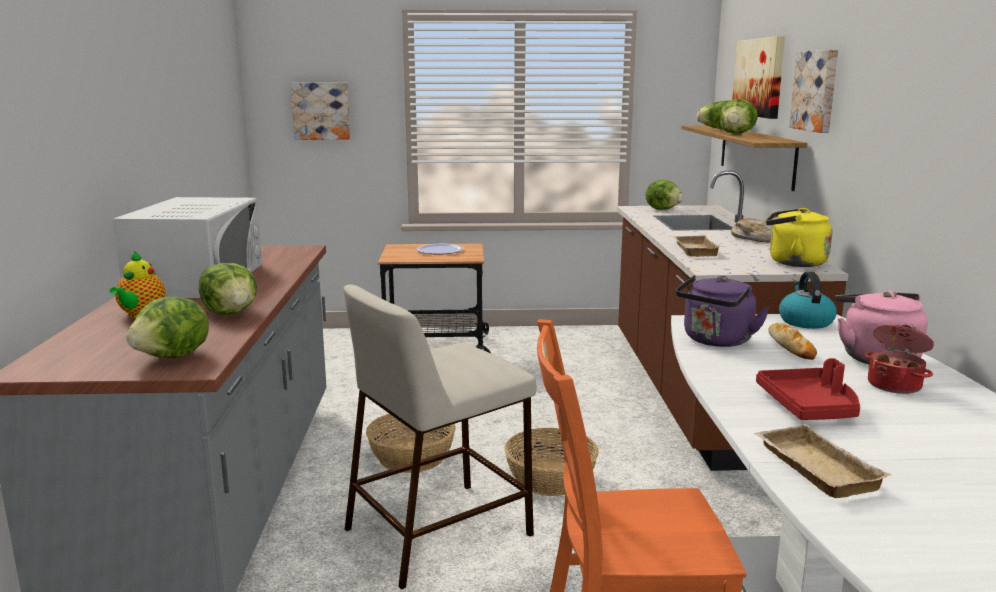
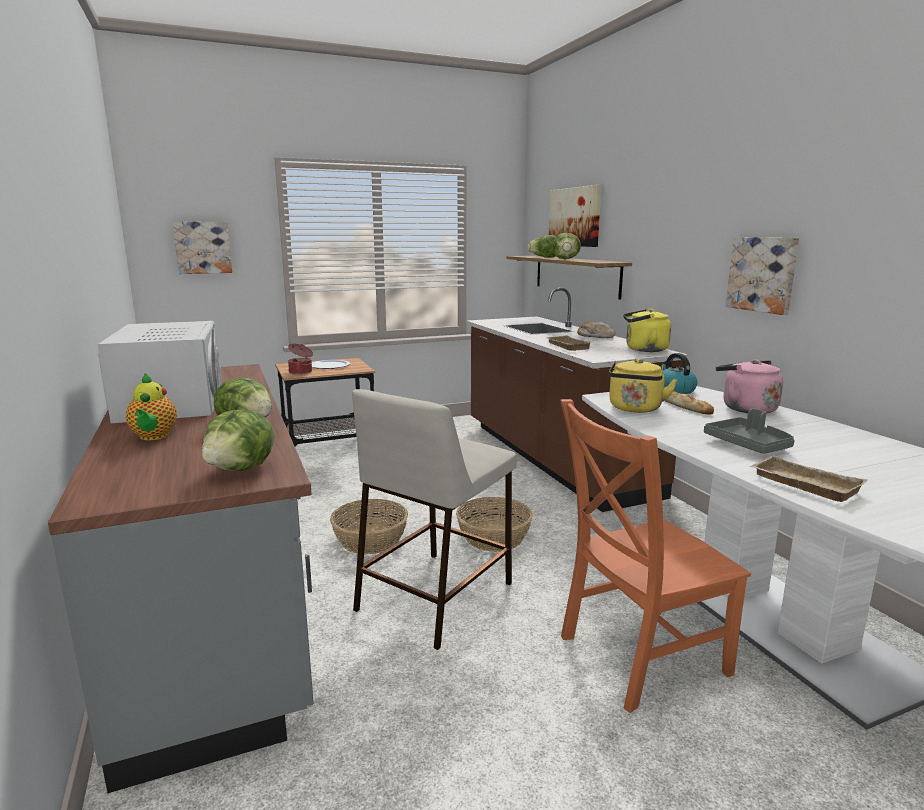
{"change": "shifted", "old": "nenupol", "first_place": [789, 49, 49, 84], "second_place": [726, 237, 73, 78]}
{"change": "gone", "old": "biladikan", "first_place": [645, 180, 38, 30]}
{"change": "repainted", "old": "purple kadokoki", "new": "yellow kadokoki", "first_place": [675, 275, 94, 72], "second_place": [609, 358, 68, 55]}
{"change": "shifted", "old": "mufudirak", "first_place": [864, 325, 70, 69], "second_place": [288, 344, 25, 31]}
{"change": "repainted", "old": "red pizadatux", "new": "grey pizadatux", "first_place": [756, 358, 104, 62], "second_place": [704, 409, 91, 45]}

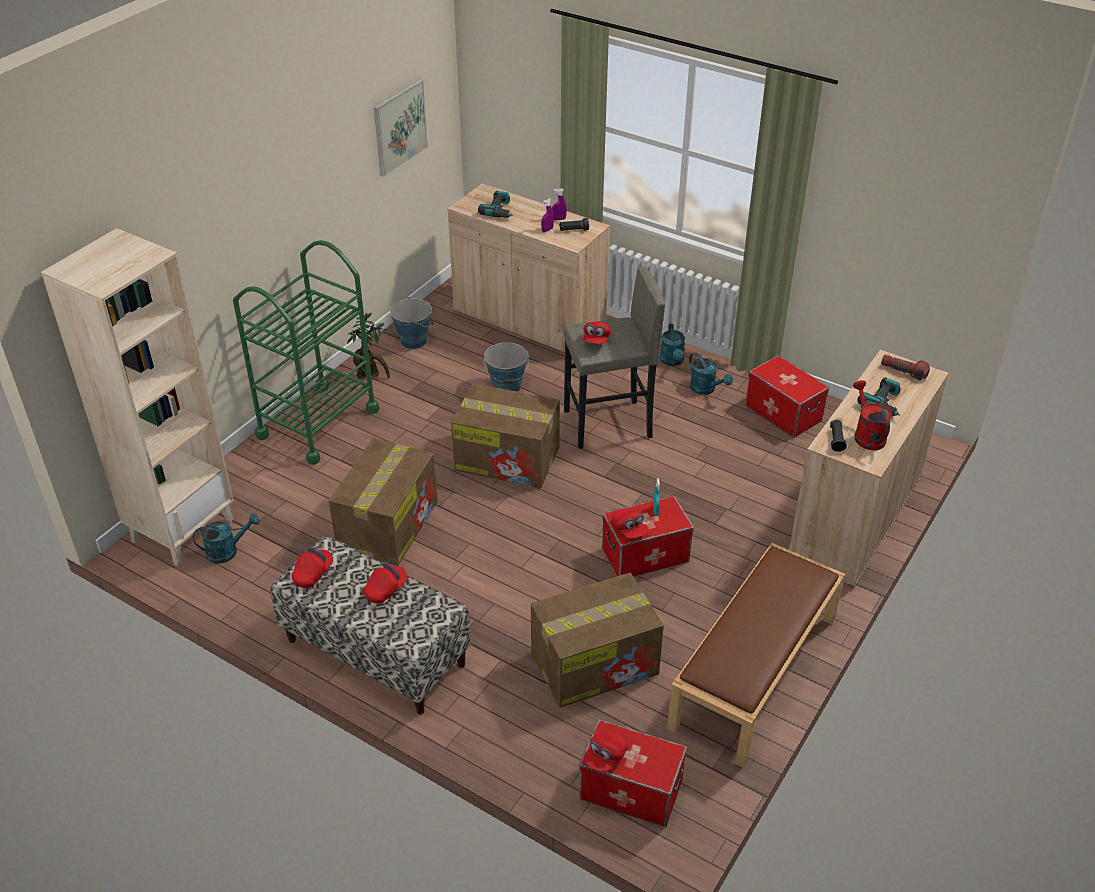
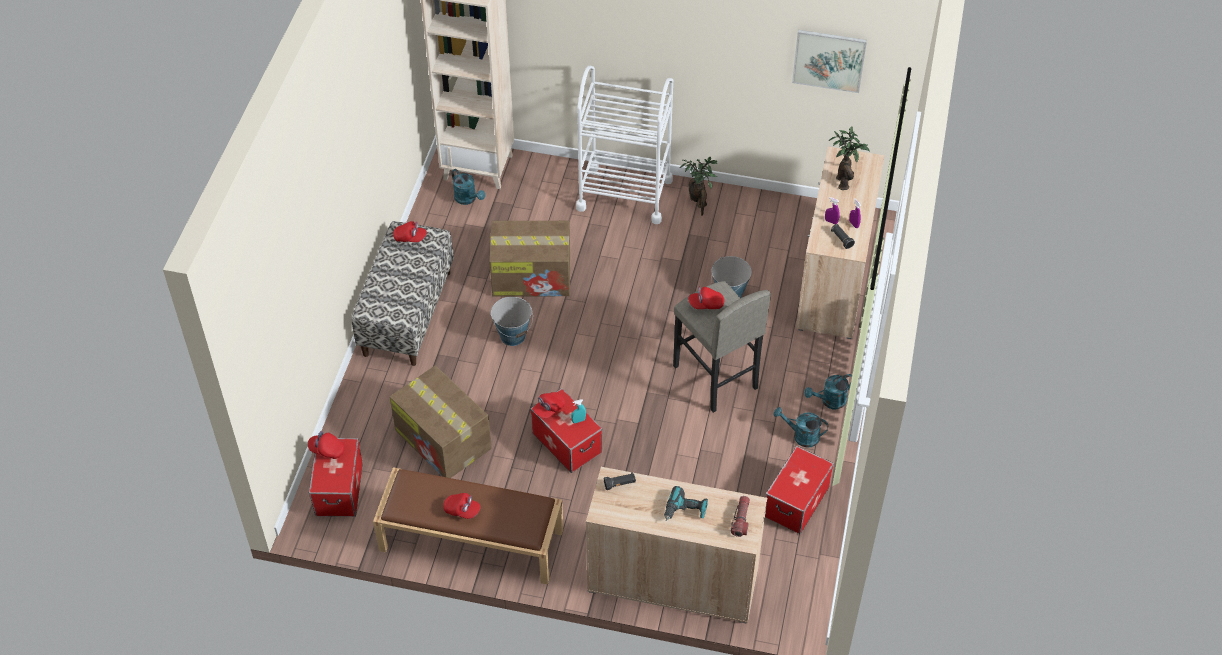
{"change": "swapped", "old": "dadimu", "new": "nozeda", "first_place": [478, 191, 35, 27], "second_place": [829, 126, 41, 64]}
{"change": "repainted", "old": "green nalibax", "new": "white nalibax", "first_place": [233, 240, 146, 225], "second_place": [576, 66, 97, 158]}
{"change": "shifted", "old": "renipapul", "first_place": [390, 297, 43, 52], "second_place": [491, 297, 42, 49]}
{"change": "rotated", "old": "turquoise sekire", "first_place": [689, 353, 44, 42], "second_place": [774, 407, 54, 41], "degrees": 75}
{"change": "gone", "old": "red sekire", "first_place": [853, 380, 39, 70]}
{"change": "gone", "old": "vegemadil", "first_place": [451, 383, 109, 105]}
{"change": "shifted", "old": "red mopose", "first_place": [364, 562, 43, 42], "second_place": [443, 493, 38, 26]}

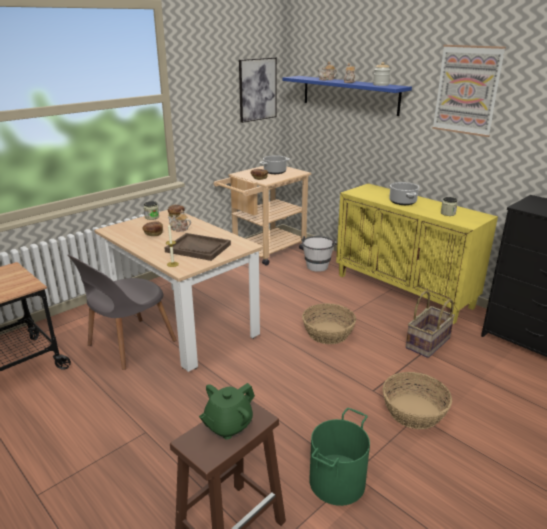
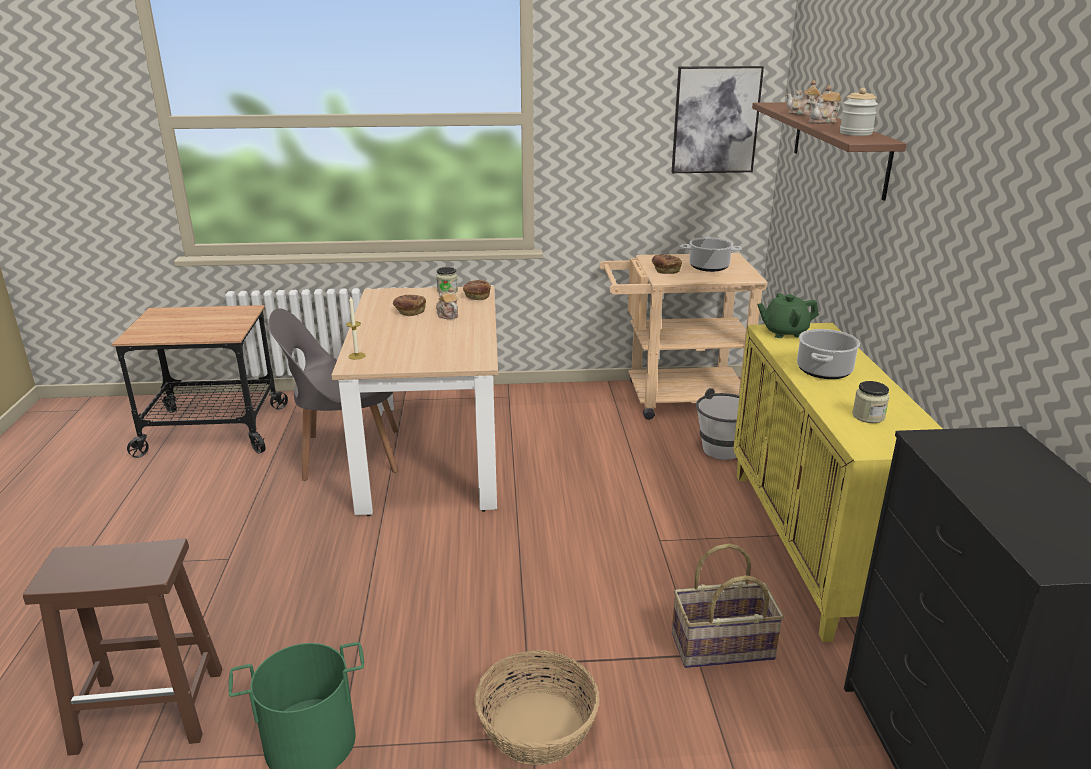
{"change": "gone", "old": "nenupol", "first_place": [432, 45, 74, 92]}
{"change": "repainted", "old": "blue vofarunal", "new": "brown vofarunal", "first_place": [282, 76, 130, 40], "second_place": [752, 102, 154, 99]}
{"change": "gone", "old": "brown pizadatux", "first_place": [164, 233, 67, 28]}
{"change": "gone", "old": "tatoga", "first_place": [302, 303, 54, 41]}
{"change": "shifted", "old": "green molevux", "first_place": [199, 383, 56, 57], "second_place": [757, 293, 62, 45]}

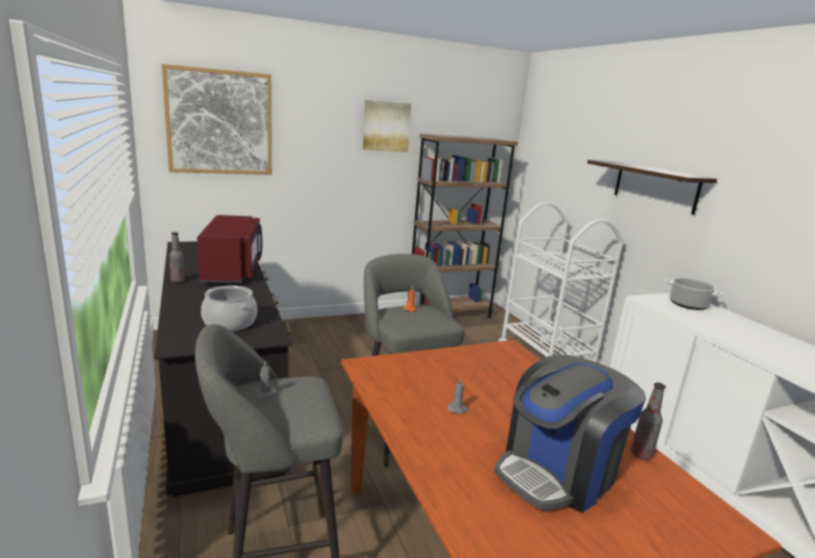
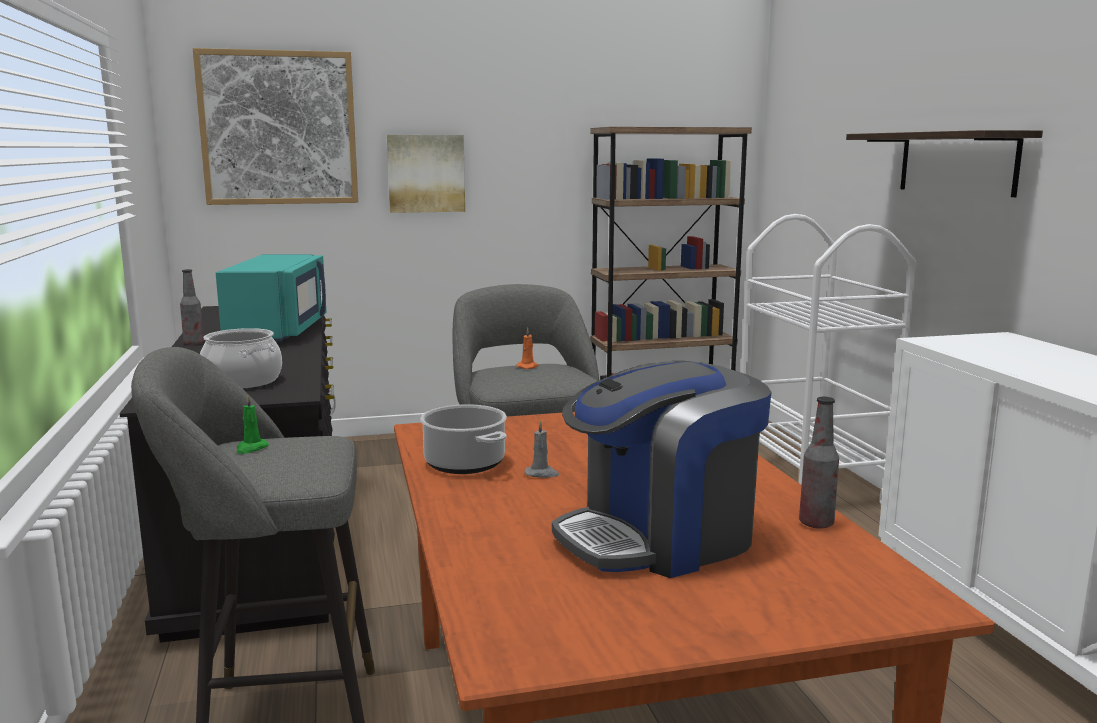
{"change": "shifted", "old": "nenupol", "first_place": [363, 100, 48, 52], "second_place": [387, 135, 78, 78]}
{"change": "repainted", "old": "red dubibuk", "new": "turquoise dubibuk", "first_place": [197, 215, 66, 68], "second_place": [216, 254, 111, 88]}
{"change": "shifted", "old": "mufudirak", "first_place": [664, 278, 60, 32], "second_place": [420, 404, 87, 70]}
{"change": "repainted", "old": "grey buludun", "new": "green buludun", "first_place": [255, 361, 22, 40], "second_place": [236, 395, 33, 59]}

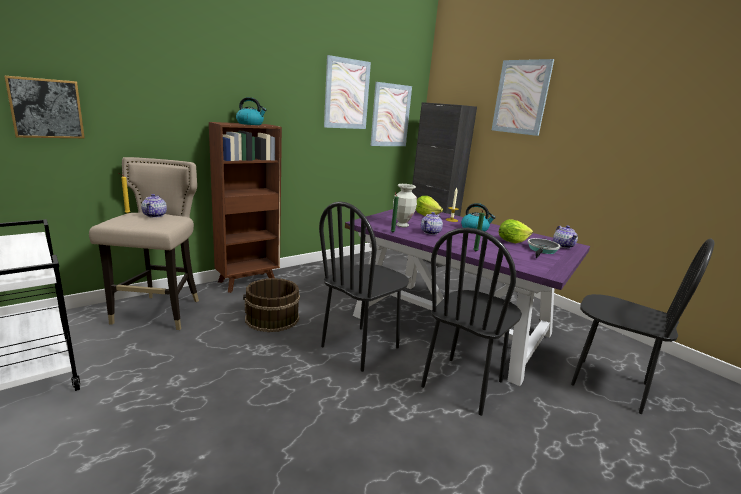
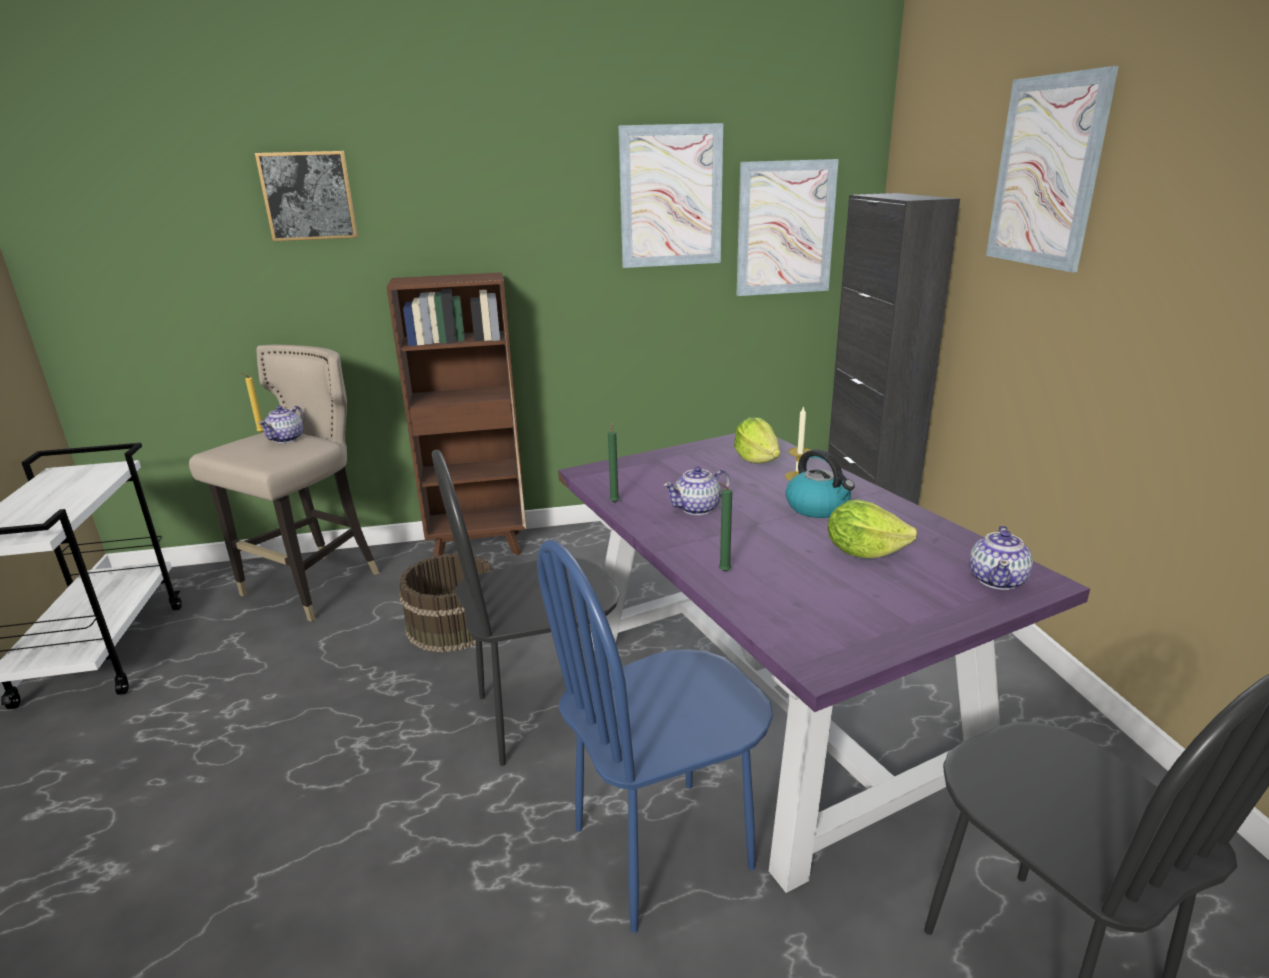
{"change": "shifted", "old": "nenupol", "first_place": [4, 76, 81, 62], "second_place": [255, 151, 103, 90]}
{"change": "gone", "old": "kadokoki", "first_place": [236, 97, 31, 28]}
{"change": "gone", "old": "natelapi", "first_place": [393, 184, 24, 43]}
{"change": "repainted", "old": "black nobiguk", "new": "blue nobiguk", "first_place": [421, 227, 101, 189], "second_place": [537, 540, 236, 393]}
{"change": "gone", "old": "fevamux", "first_place": [528, 238, 32, 20]}

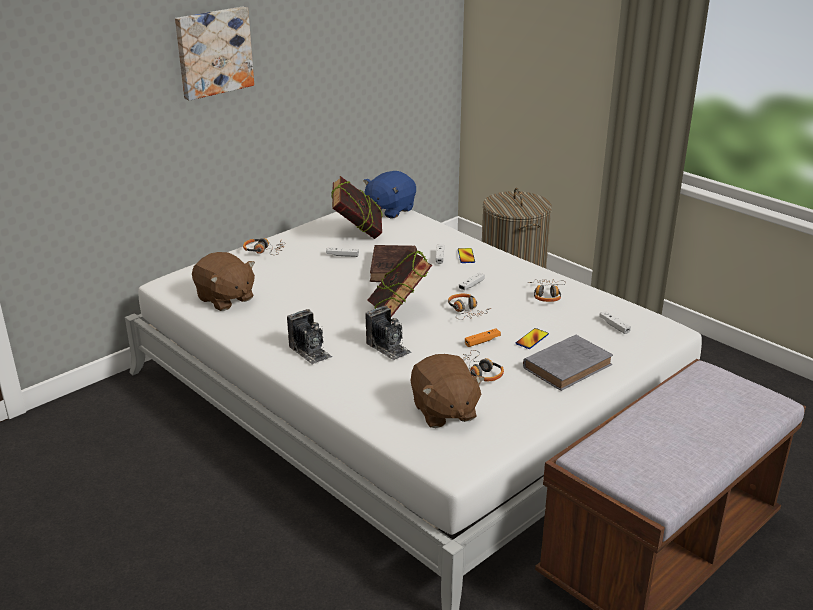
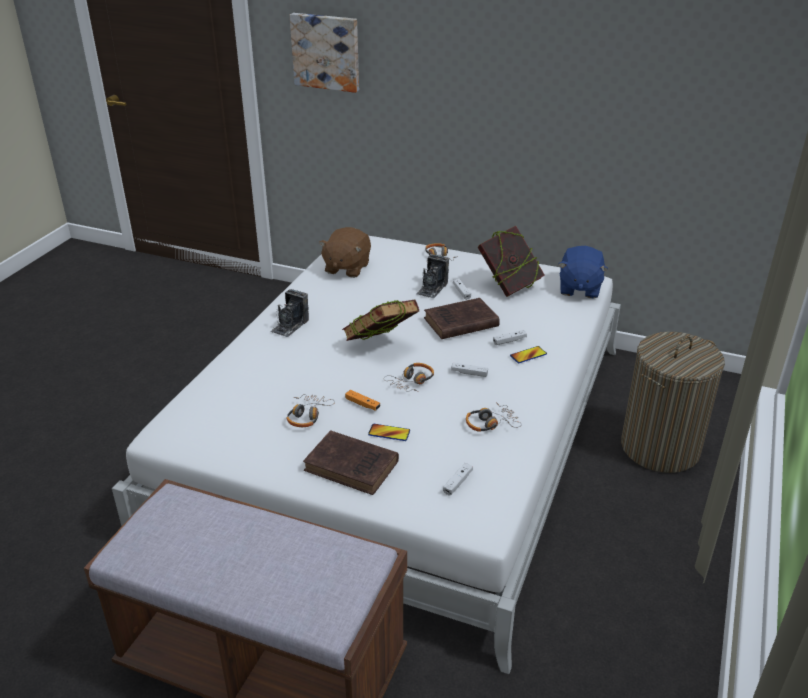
{"change": "shifted", "old": "nenupol", "first_place": [175, 7, 79, 94], "second_place": [290, 13, 69, 80]}
{"change": "rotated", "old": "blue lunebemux", "first_place": [363, 171, 53, 48], "second_place": [559, 246, 49, 53], "degrees": -90}
{"change": "shifted", "old": "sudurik", "first_place": [365, 306, 46, 55], "second_place": [417, 254, 32, 44]}
{"change": "repainted", "old": "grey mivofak", "new": "brown mivofak", "first_place": [523, 335, 90, 56], "second_place": [303, 430, 96, 65]}
{"change": "gone", "old": "brown lunebemux", "first_place": [411, 354, 74, 74]}

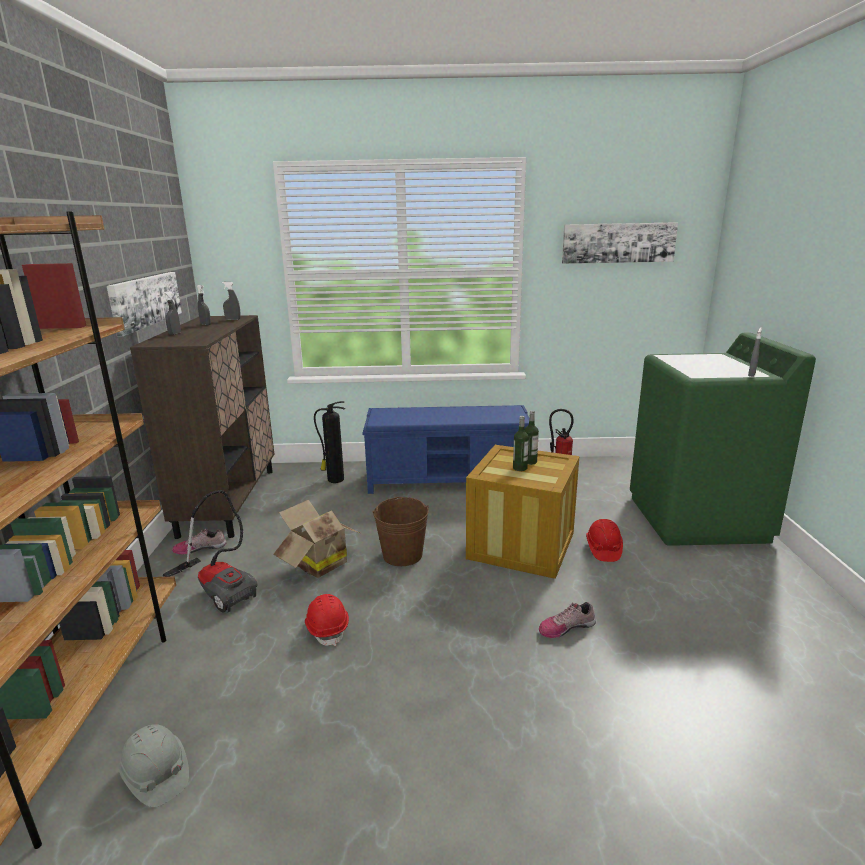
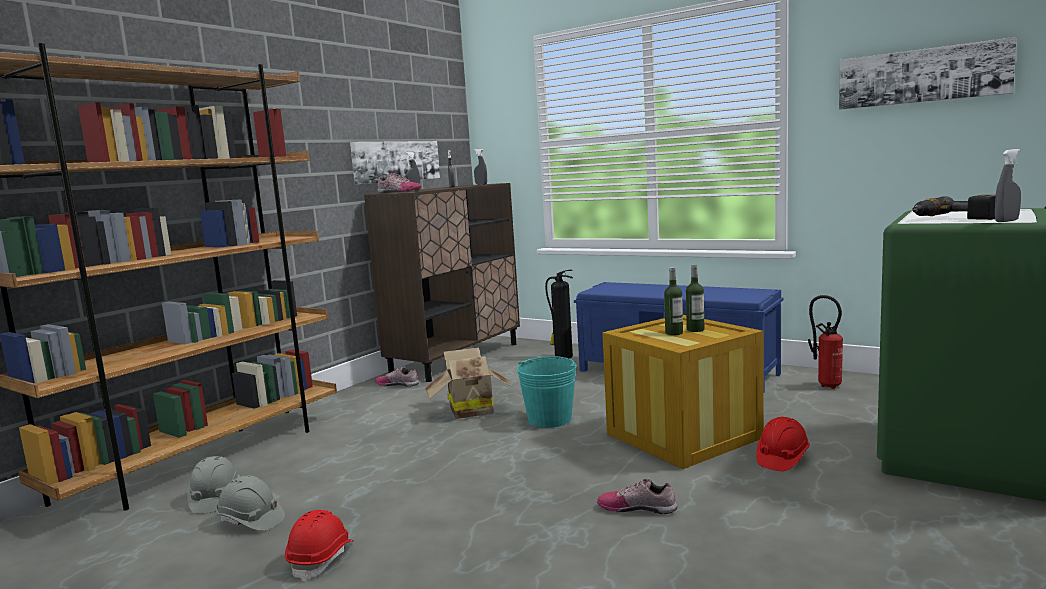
{"change": "gone", "old": "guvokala", "first_place": [163, 490, 95, 123]}
{"change": "repainted", "old": "brown renipapul", "new": "turquoise renipapul", "first_place": [372, 497, 57, 69], "second_place": [517, 356, 60, 72]}
{"change": "shifted", "old": "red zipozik", "first_place": [305, 594, 44, 52], "second_place": [285, 510, 69, 72]}
{"change": "new", "new": "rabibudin", "second_place": [377, 173, 44, 20]}
{"change": "new", "new": "dadimu", "second_place": [912, 195, 83, 25]}
{"change": "new", "new": "grey zipozik", "second_place": [216, 476, 69, 55]}

